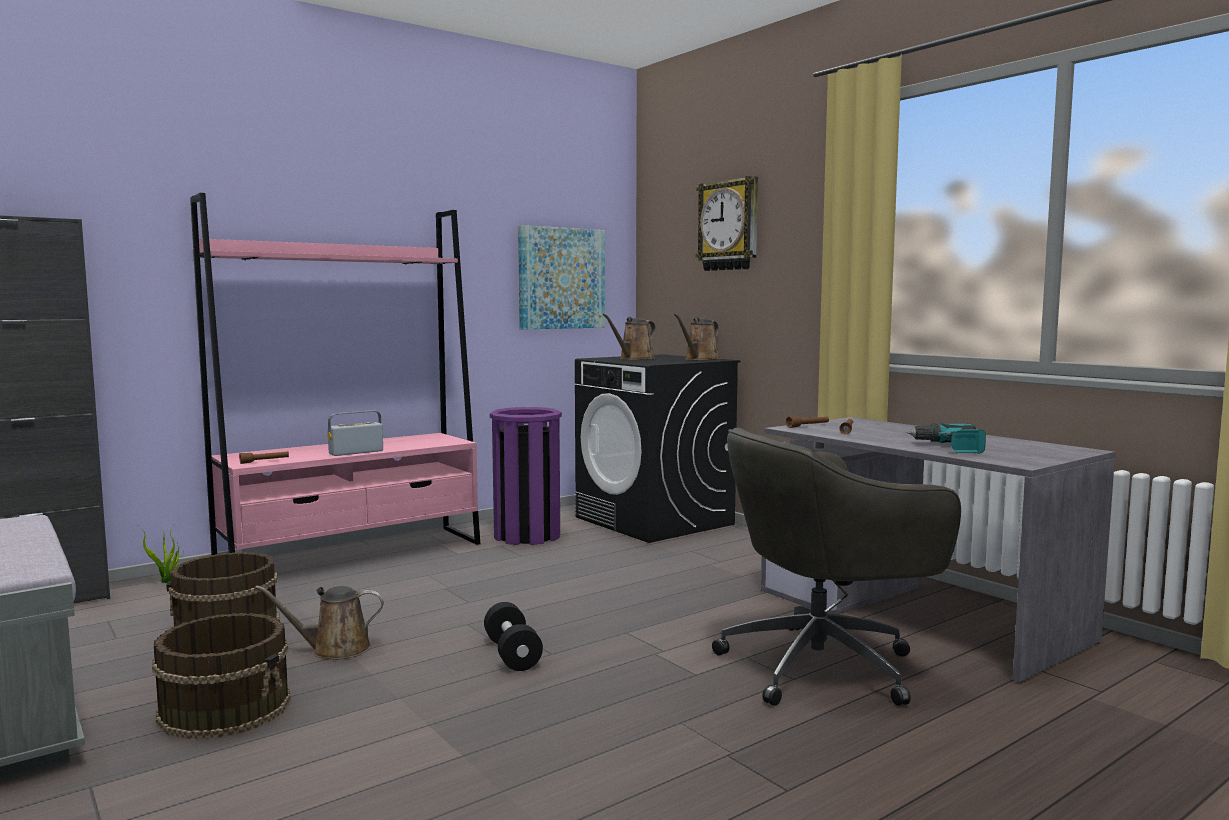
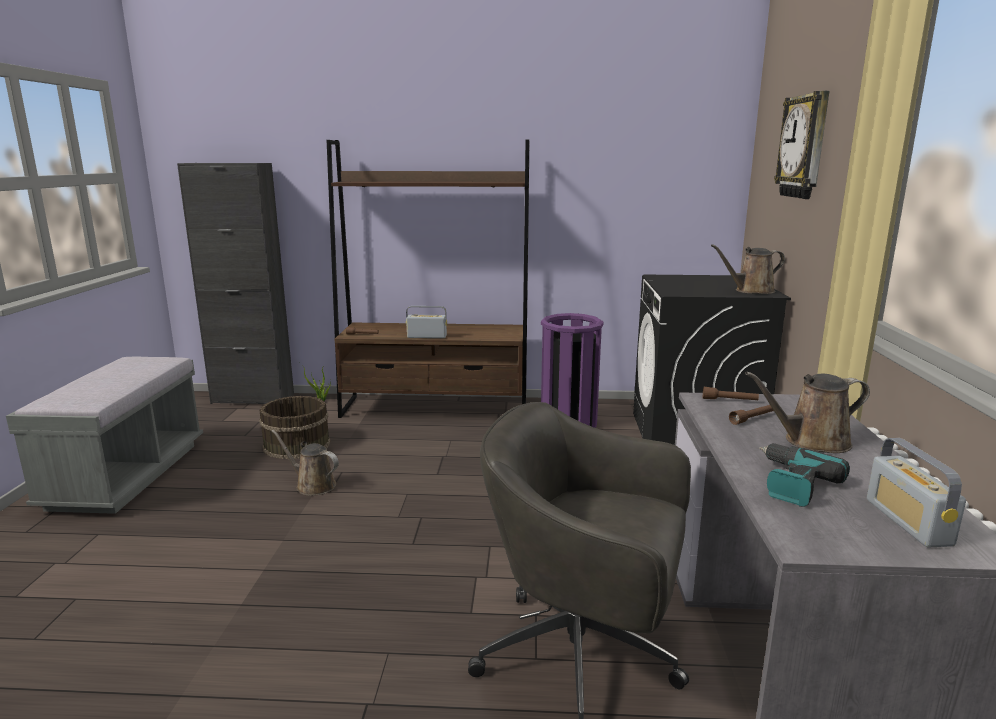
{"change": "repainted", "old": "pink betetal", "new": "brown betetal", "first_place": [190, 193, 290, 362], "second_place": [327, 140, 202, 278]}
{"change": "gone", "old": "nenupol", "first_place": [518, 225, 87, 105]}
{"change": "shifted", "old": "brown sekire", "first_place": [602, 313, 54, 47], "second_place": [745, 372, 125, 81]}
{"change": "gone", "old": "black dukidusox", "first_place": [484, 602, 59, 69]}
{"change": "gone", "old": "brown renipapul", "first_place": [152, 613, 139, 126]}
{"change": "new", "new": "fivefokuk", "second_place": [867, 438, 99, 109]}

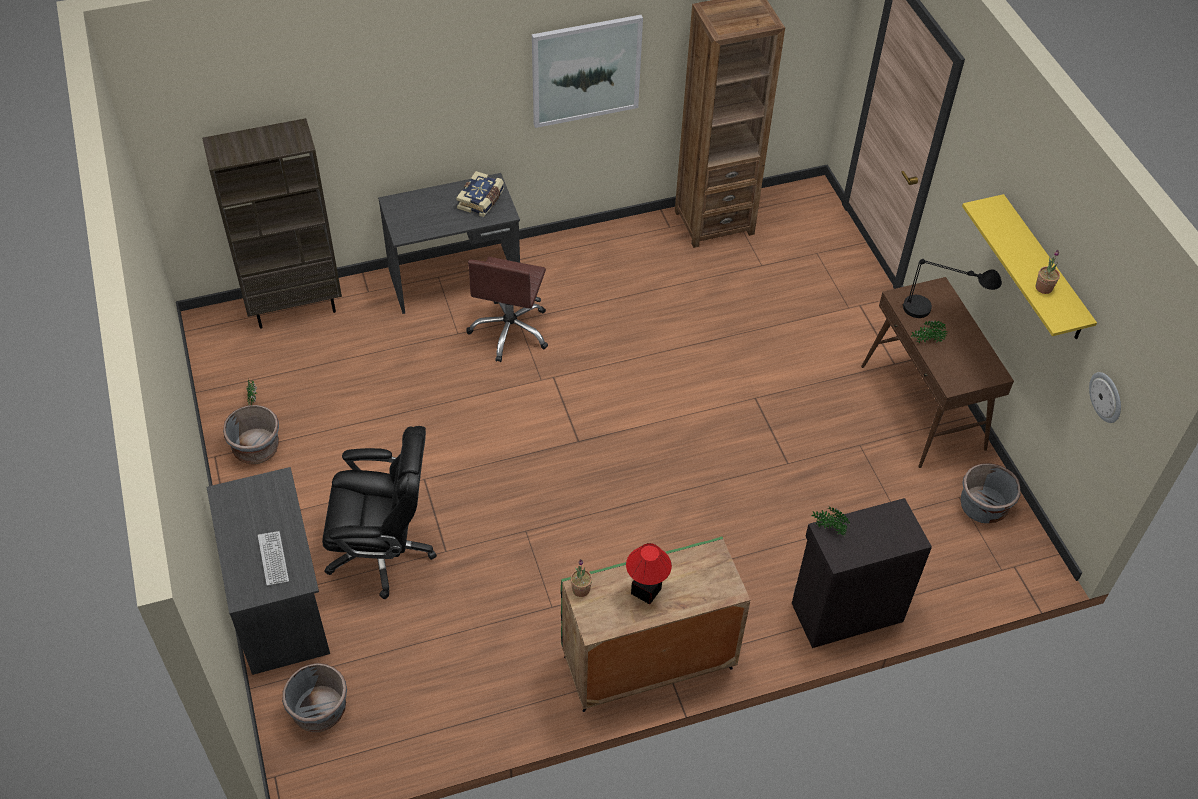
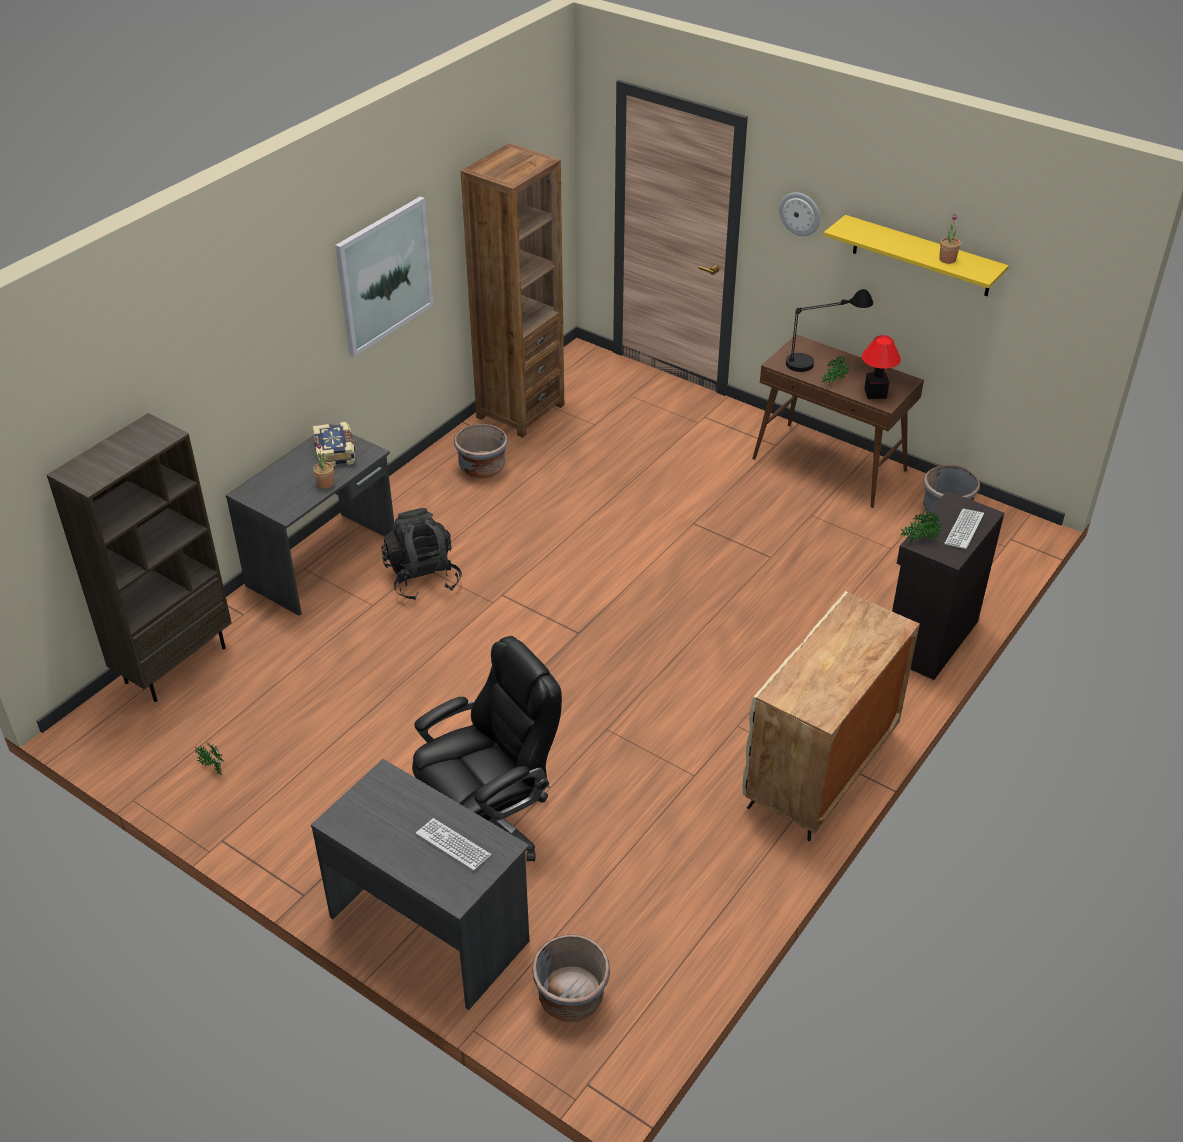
{"change": "swapped", "old": "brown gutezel", "new": "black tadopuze", "first_place": [466, 257, 82, 105], "second_place": [381, 508, 81, 92]}
{"change": "shifted", "old": "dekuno", "first_place": [1089, 372, 32, 51], "second_place": [779, 192, 41, 44]}
{"change": "shifted", "old": "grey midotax", "first_place": [223, 405, 56, 59], "second_place": [454, 424, 54, 54]}
{"change": "repainted", "old": "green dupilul", "new": "beige dupilul", "first_place": [561, 537, 189, 175], "second_place": [742, 591, 178, 250]}
{"change": "shifted", "old": "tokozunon", "first_place": [626, 543, 46, 61], "second_place": [862, 335, 39, 64]}
{"change": "shifted", "old": "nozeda", "first_place": [570, 559, 22, 38], "second_place": [313, 443, 21, 46]}
{"change": "new", "new": "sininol", "second_place": [944, 509, 40, 41]}

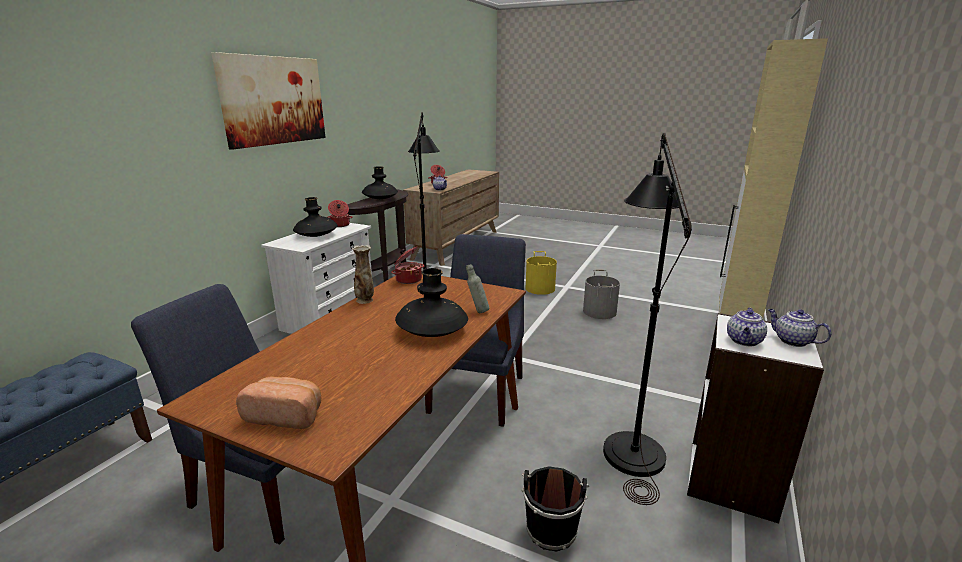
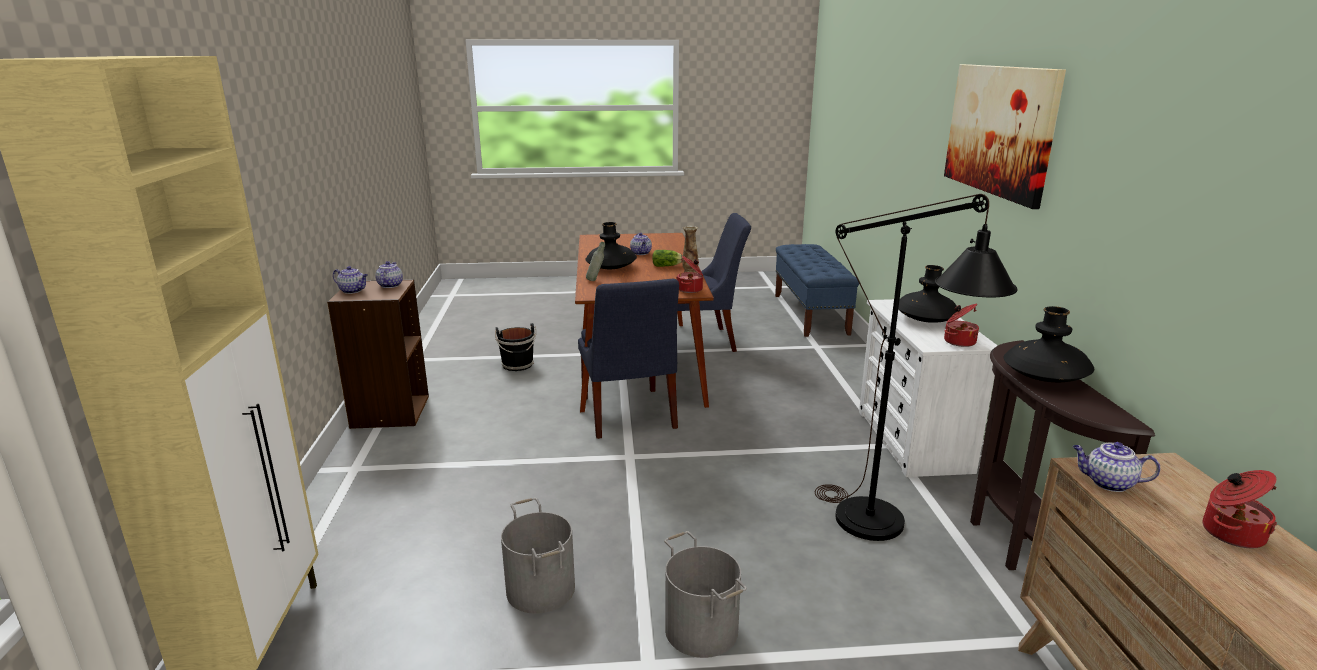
{"change": "gone", "old": "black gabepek", "first_place": [603, 133, 89, 372]}
{"change": "repainted", "old": "yellow renipapul", "new": "grey renipapul", "first_place": [526, 251, 31, 44], "second_place": [664, 531, 83, 127]}
{"change": "repainted", "old": "white betetal", "new": "brown betetal", "first_place": [687, 313, 137, 211], "second_place": [327, 279, 102, 150]}
{"change": "gone", "old": "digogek", "first_place": [236, 376, 85, 53]}
{"change": "new", "new": "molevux", "second_place": [630, 233, 22, 22]}
{"change": "new", "new": "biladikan", "second_place": [652, 250, 31, 17]}

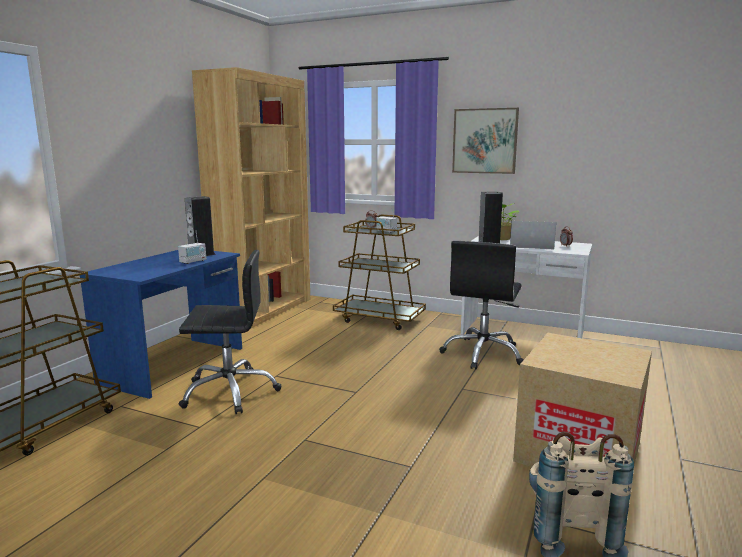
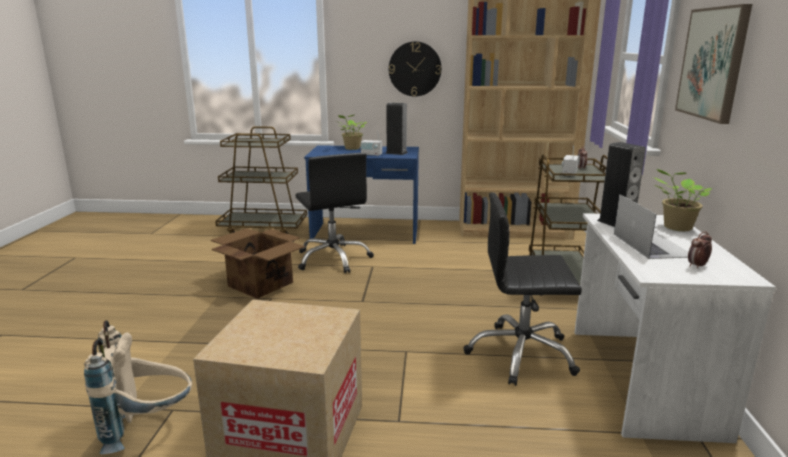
{"change": "new", "new": "dekuno", "second_place": [389, 41, 52, 55]}
{"change": "new", "new": "nozeda", "second_place": [336, 115, 31, 35]}
{"change": "new", "new": "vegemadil", "second_place": [211, 228, 94, 71]}

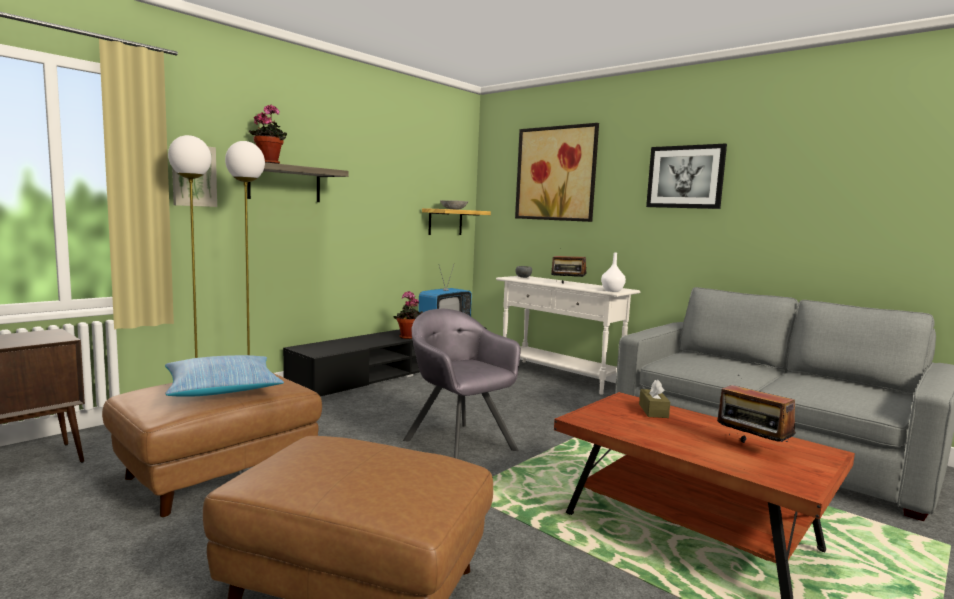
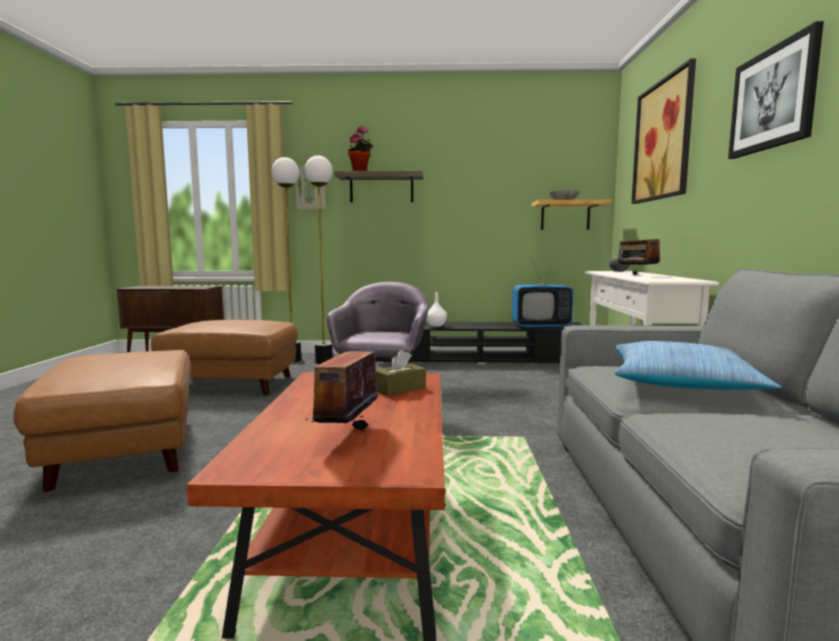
{"change": "shifted", "old": "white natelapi", "first_place": [601, 252, 25, 40], "second_place": [427, 292, 20, 35]}
{"change": "gone", "old": "nozeda", "first_place": [393, 291, 30, 48]}
{"change": "shifted", "old": "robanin", "first_place": [165, 355, 119, 42], "second_place": [615, 341, 167, 49]}

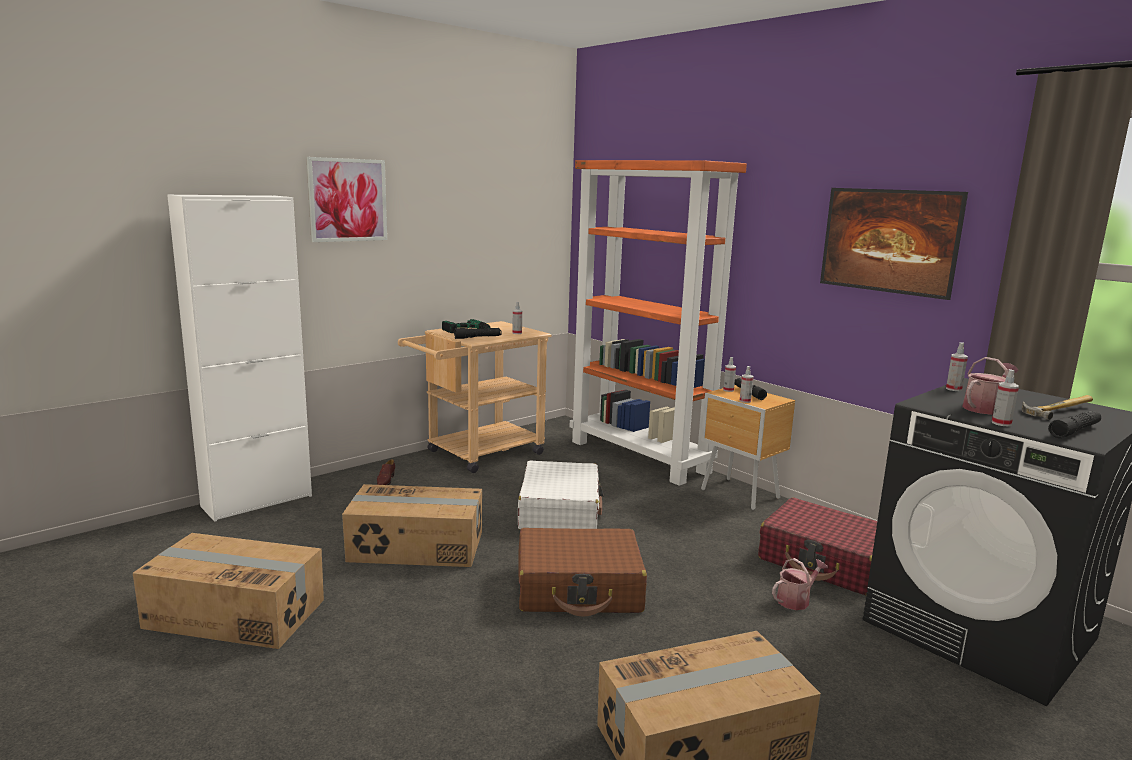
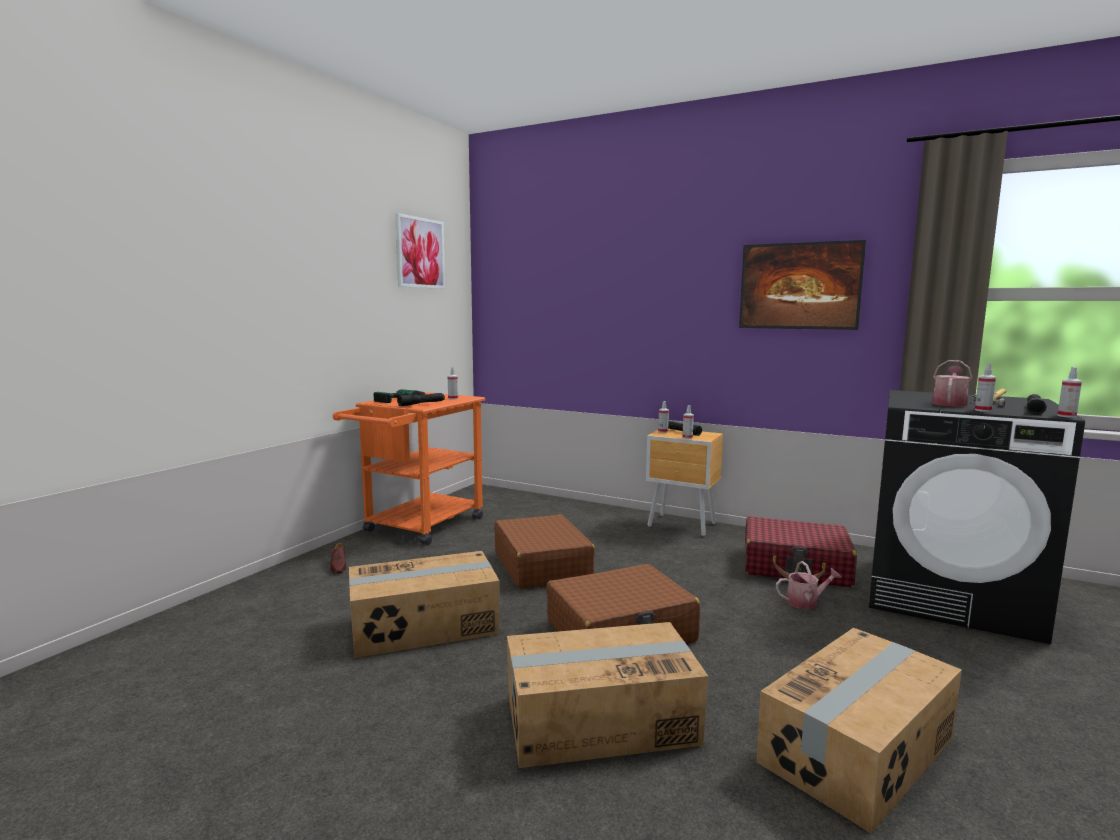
{"change": "shifted", "old": "nenupol", "first_place": [306, 157, 81, 85], "second_place": [395, 213, 50, 76]}
{"change": "gone", "old": "orange betetal", "first_place": [570, 160, 177, 326]}
{"change": "gone", "old": "white dupilul", "first_place": [167, 194, 145, 328]}
{"change": "repainted", "old": "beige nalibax", "new": "orange nalibax", "first_place": [398, 321, 153, 152], "second_place": [333, 392, 152, 153]}
{"change": "shifted", "old": "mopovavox", "first_place": [946, 342, 22, 49], "second_place": [1057, 367, 25, 51]}
{"change": "repainted", "old": "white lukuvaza", "new": "brown lukuvaza", "first_place": [518, 461, 86, 69], "second_place": [494, 514, 101, 75]}
{"change": "shifted", "old": "vegemadil", "first_place": [133, 533, 191, 116], "second_place": [507, 622, 201, 146]}
{"change": "rotated", "old": "sekire", "first_place": [772, 558, 56, 52], "second_place": [776, 561, 66, 48], "degrees": 45}

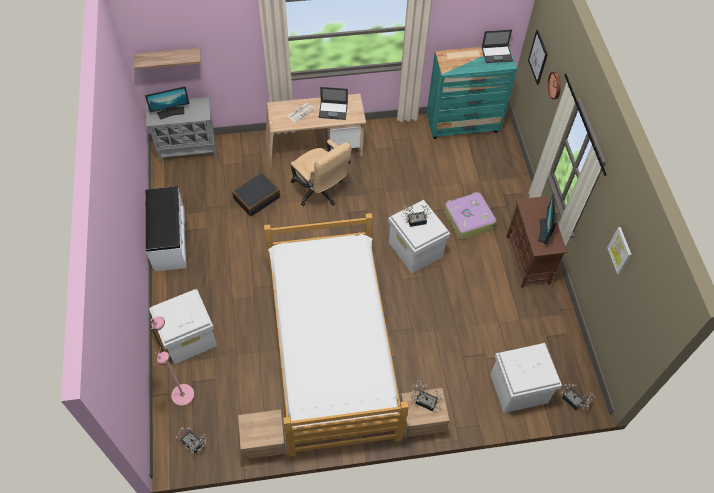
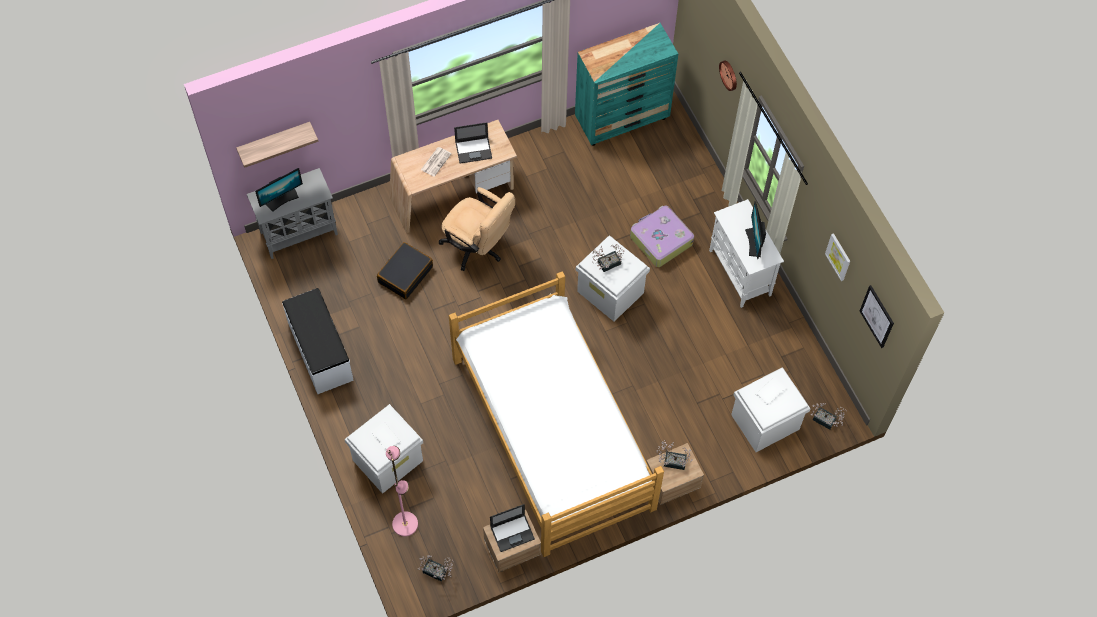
{"change": "shifted", "old": "nenupol", "first_place": [528, 29, 20, 56], "second_place": [860, 285, 34, 63]}
{"change": "shifted", "old": "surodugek", "first_place": [481, 30, 32, 33], "second_place": [490, 504, 45, 48]}
{"change": "repainted", "old": "brown dupilul", "new": "white dupilul", "first_place": [506, 196, 61, 92], "second_place": [709, 199, 75, 109]}

